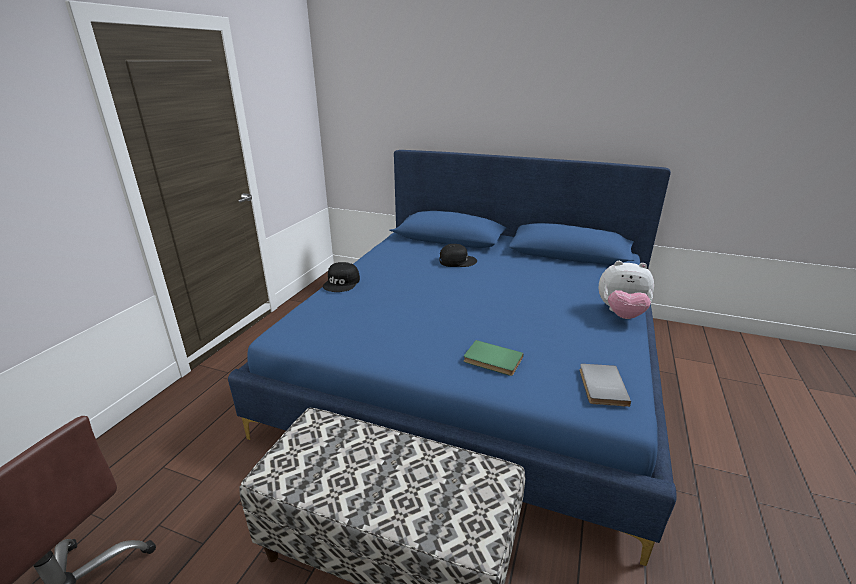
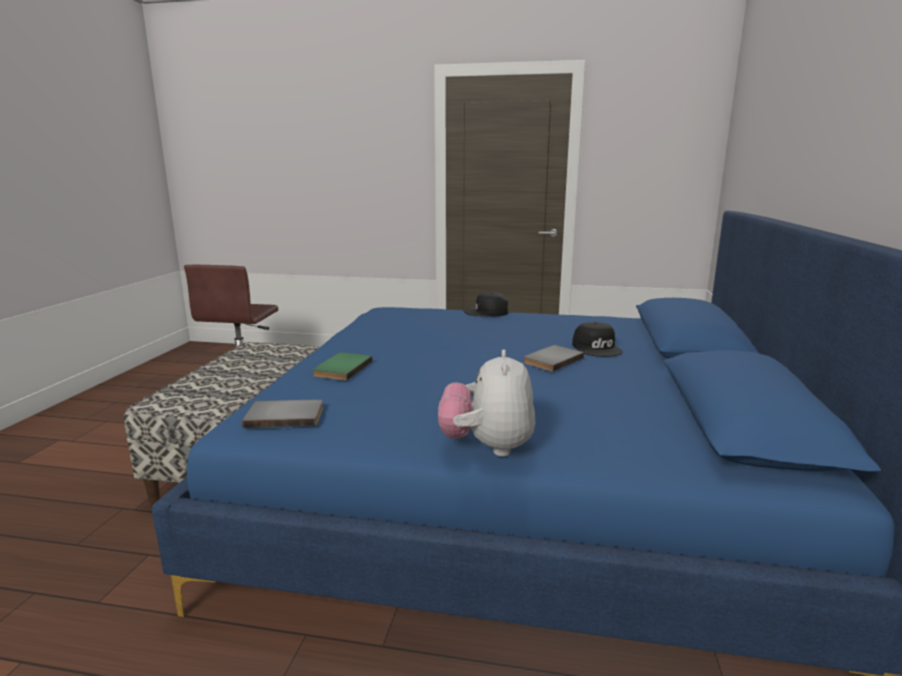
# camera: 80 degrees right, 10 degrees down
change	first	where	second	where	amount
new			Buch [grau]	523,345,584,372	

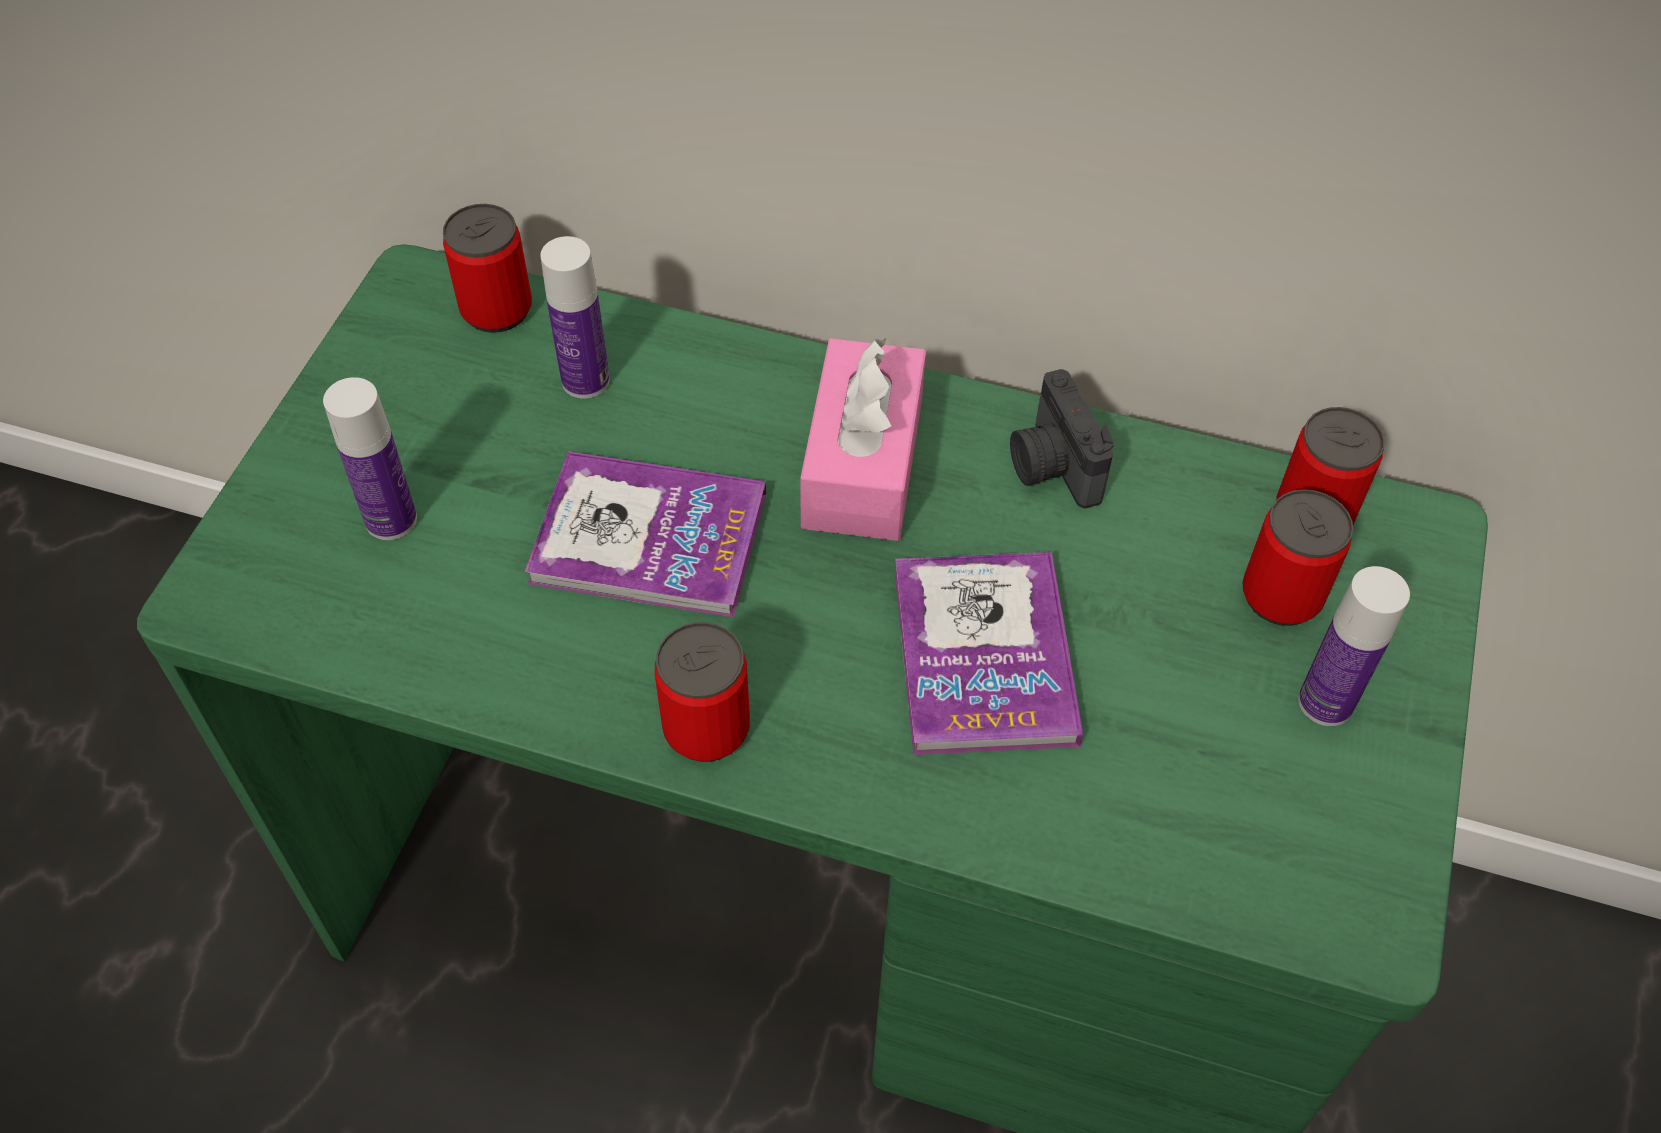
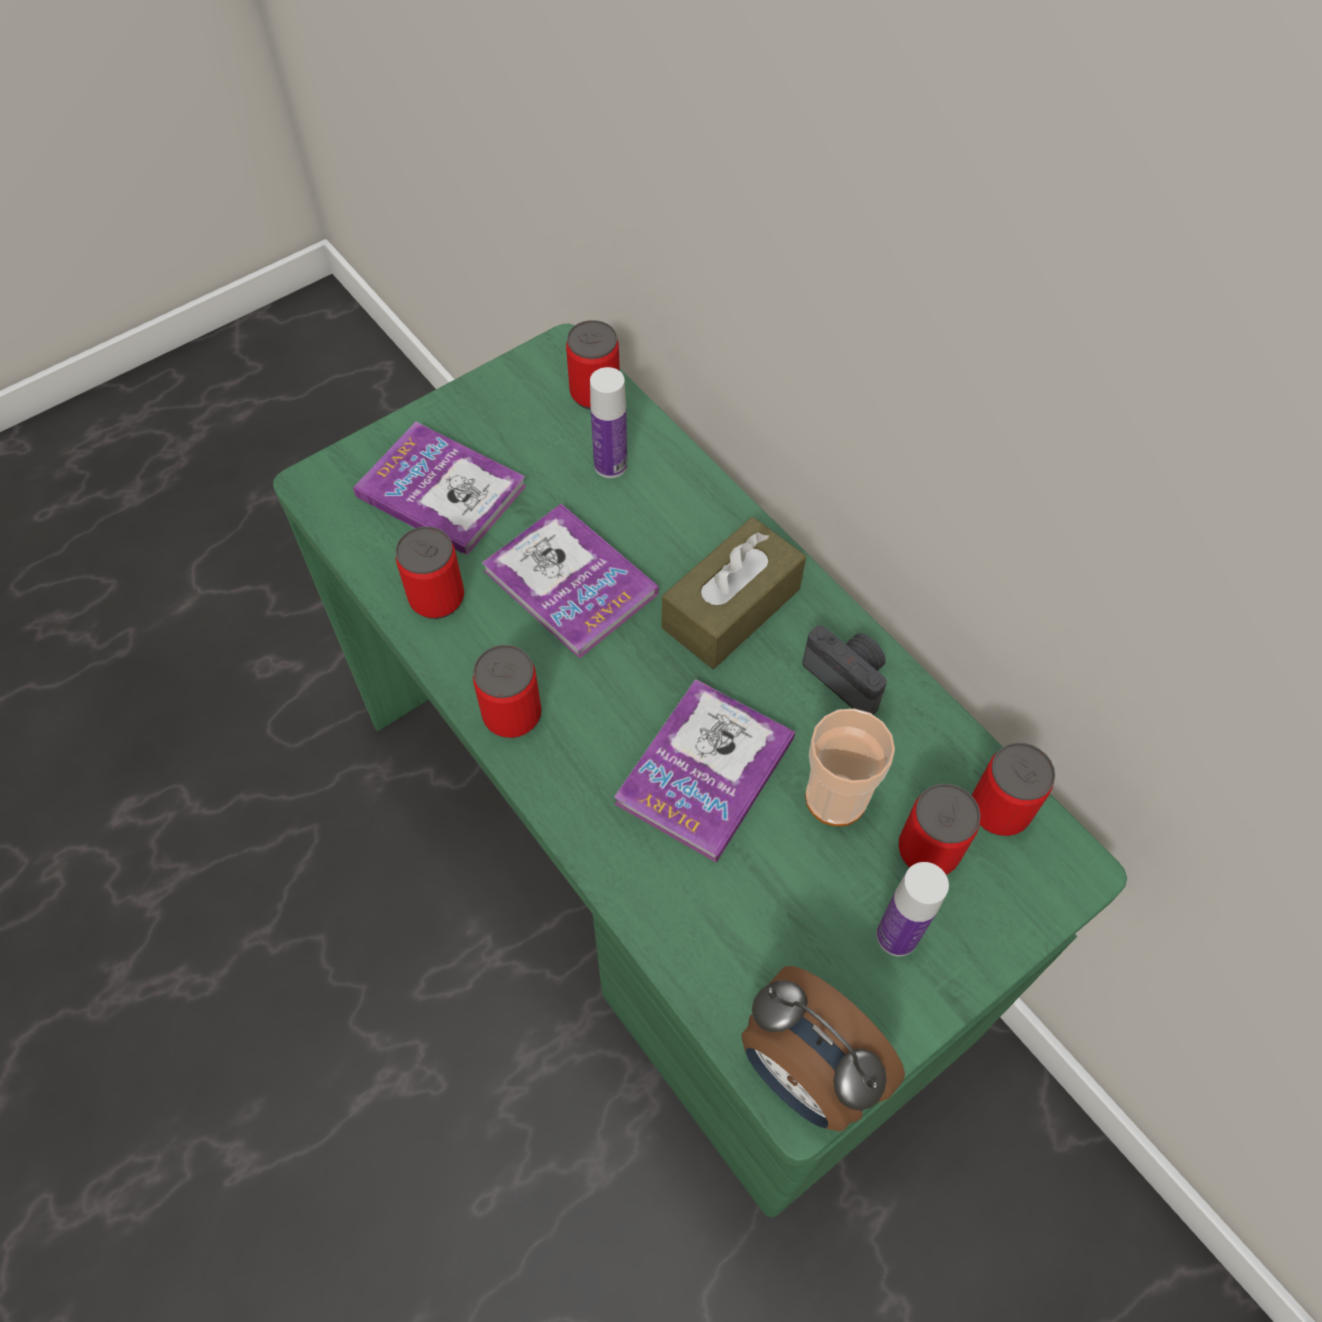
# camera: 35 degrees right, 5 degrees up
change	first	where	second	where	amount
swapped	Flasche	323,377,417,540	Buch	353,422,527,556	
repainted	Taschentuchbox [rosa]	800,338,926,541	Taschentuchbox [braun]	662,517,806,669	
rotated	Kamera	1010,369,1114,508		802,625,887,714	120 degrees clockwise
new			Dose	396,526,464,619	
new			Wecker	741,966,905,1132	
new			Tasse	805,709,895,826	

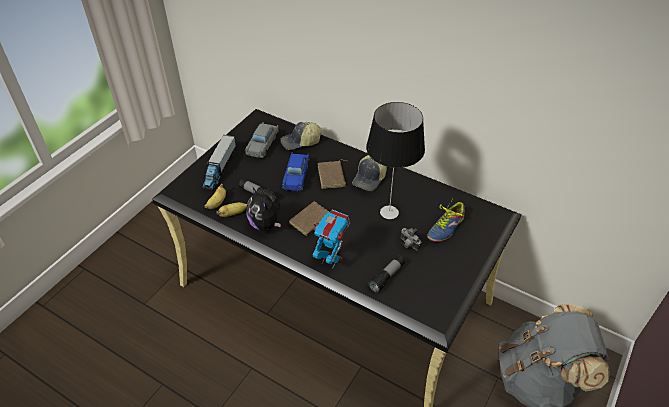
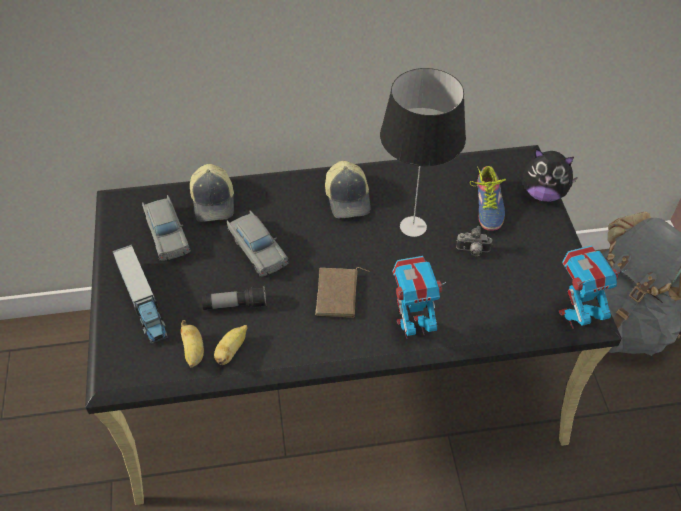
# camera: 40 degrees left, 5 degrees up
change	first	where	second	where	amount
shifted	Plüschtier	246,187,281,231		523,148,578,202	
rotated	Kappe	281,122,322,150		190,164,234,222	45 degrees counterclockwise
repainted	Spielzeugauto [blau]	282,152,309,191	Spielzeugauto [grau]	227,210,288,277	
gone	Buch [braun]	318,160,347,189			
gone	Taschenlampe	368,256,405,293			
new			Spielzeugroboter	559,245,628,329	

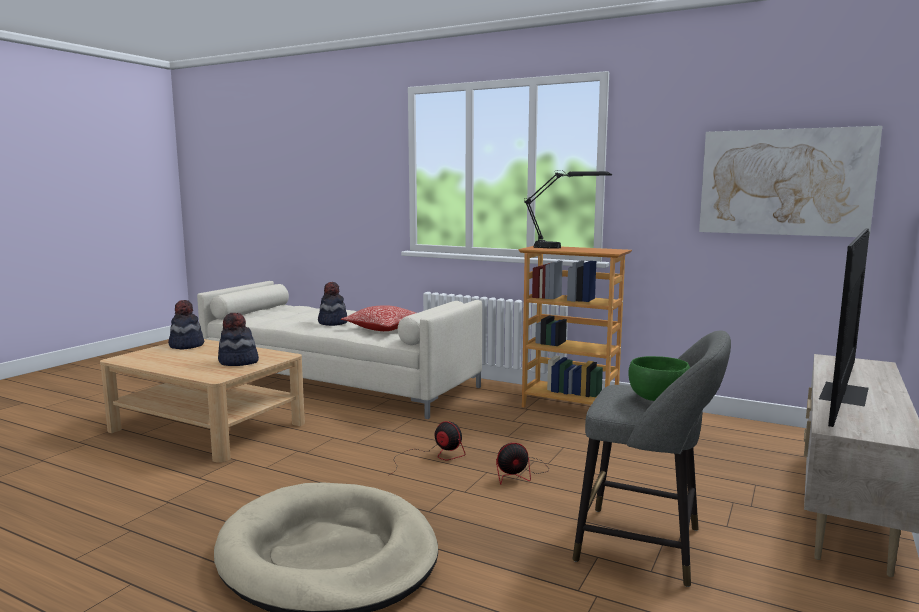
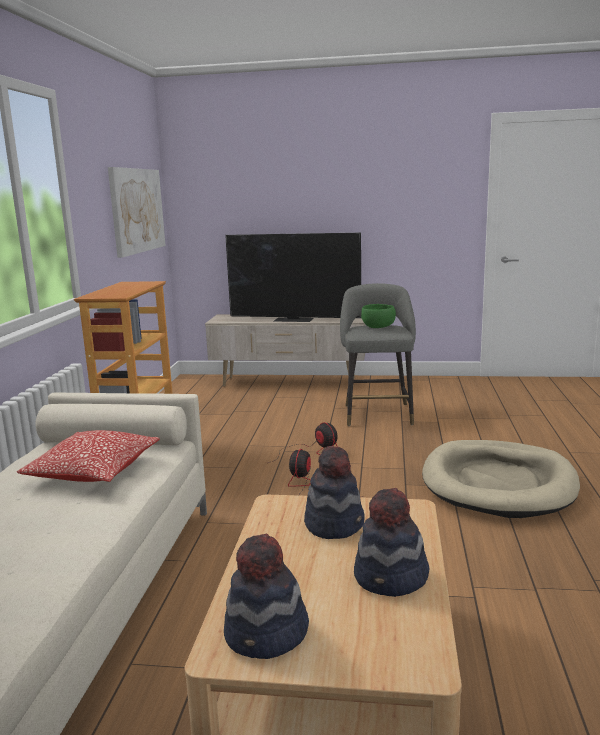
# camera: 110 degrees left, 5 degrees up
change	first	where	second	where	amount
shifted	Hut	318,282,348,326		354,488,430,597	
gone	Tischlampe [schwarz]	524,170,612,249			

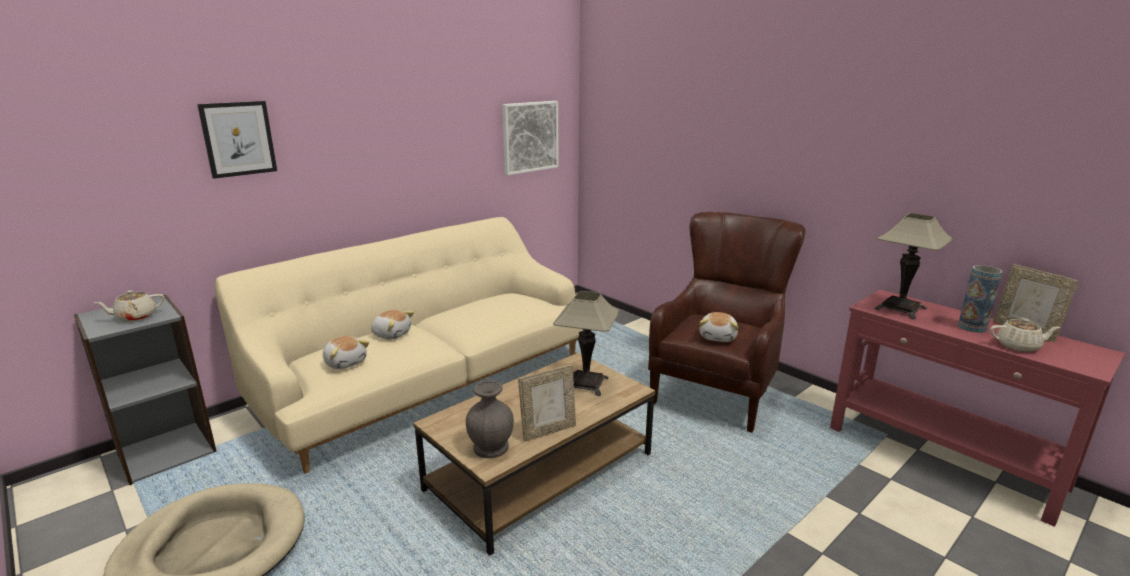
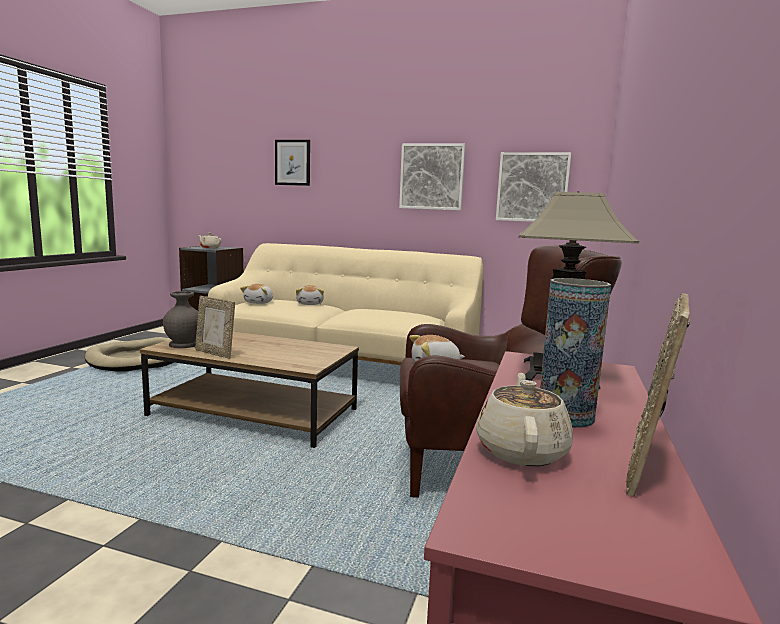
# camera: 60 degrees right, 10 degrees down
change	first	where	second	where	amount
gone	Tischlampe	553,291,620,396			
rotated	Teekanne [beige]	990,318,1060,352		476,373,573,466	150 degrees counterclockwise
new			Bild	399,143,466,210	

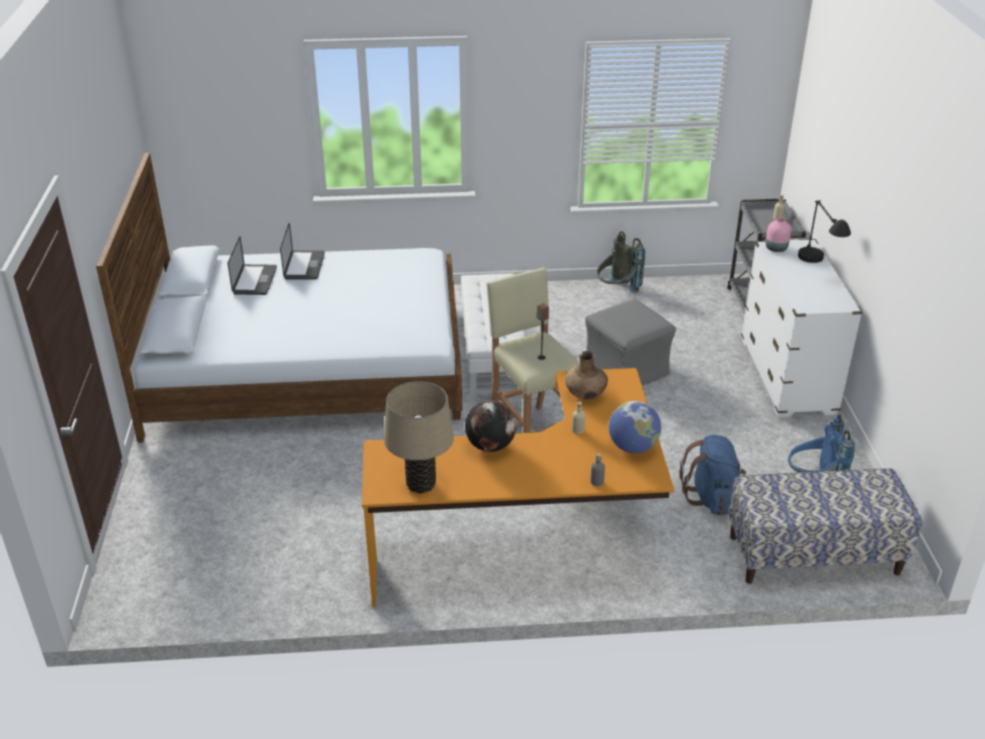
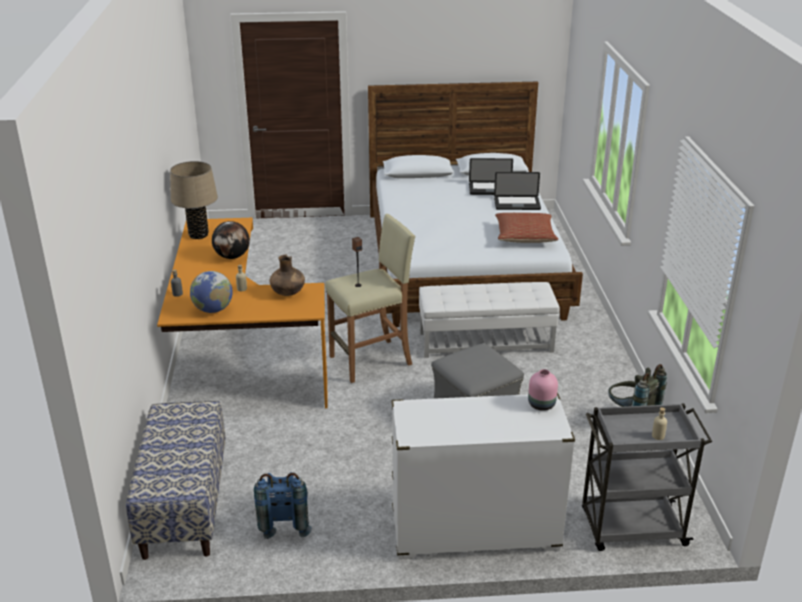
# camera: 90 degrees right, 5 degrees down
change	first	where	second	where	amount
gone	Rucksack [blau]	679,435,746,515			
gone	Tischlampe [schwarz]	798,200,851,263			
new			Kissen	495,213,558,243	

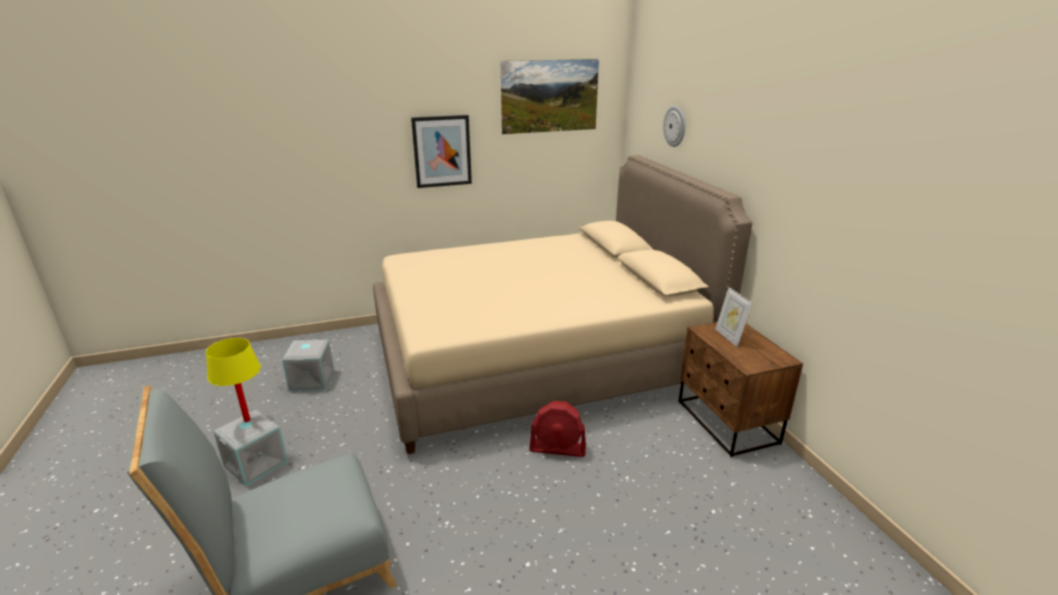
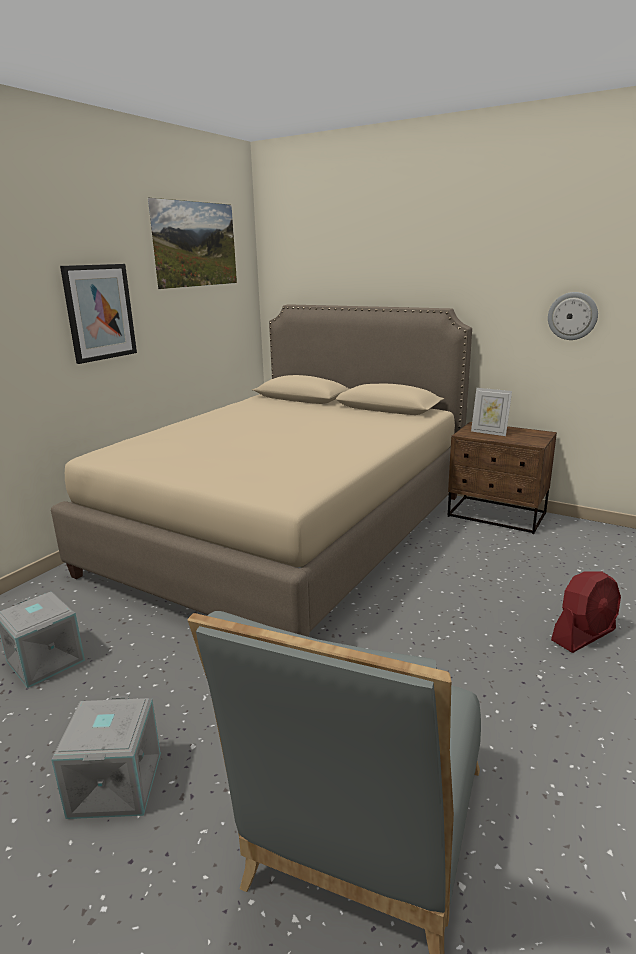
# camera: 40 degrees left, 5 degrees down
change	first	where	second	where	amount
gone	Tischlampe [gelb]	206,338,261,422			
shifted	Ventilator [rot]	529,401,586,457		551,572,621,653	
shifted	Wanduhr	663,106,685,147		548,292,598,340	

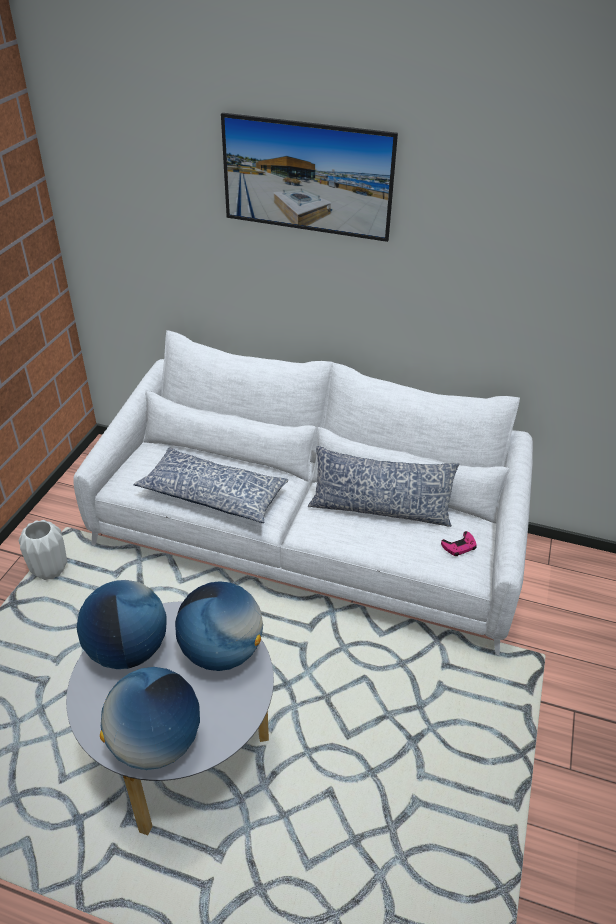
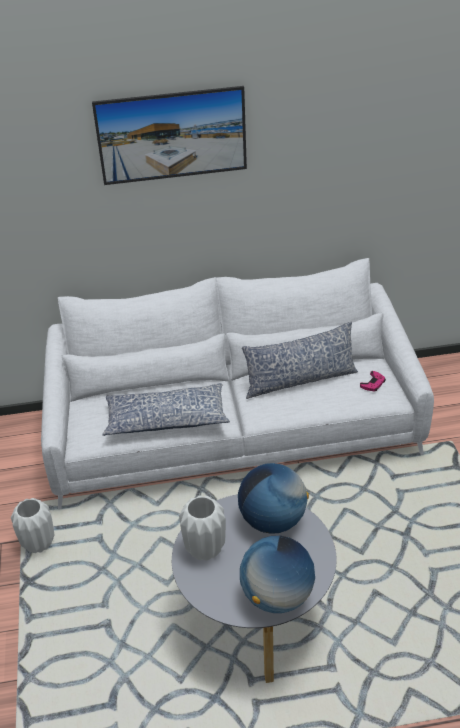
# camera: 25 degrees left, 0 degrees up
change	first	where	second	where	amount
swapped	Globus	77,580,167,669	Vase [weiß]	179,496,226,561	

